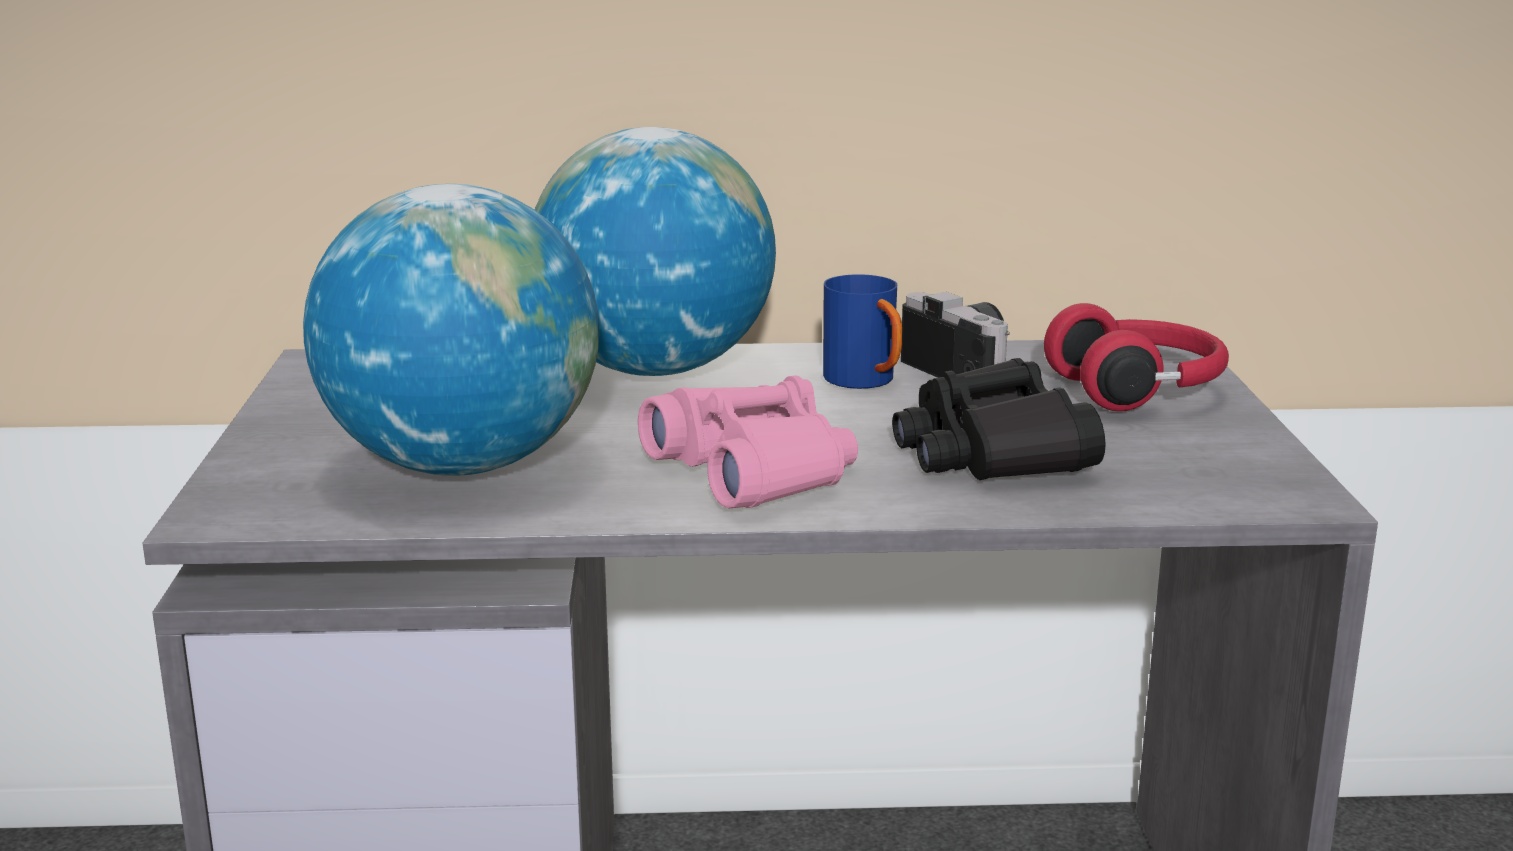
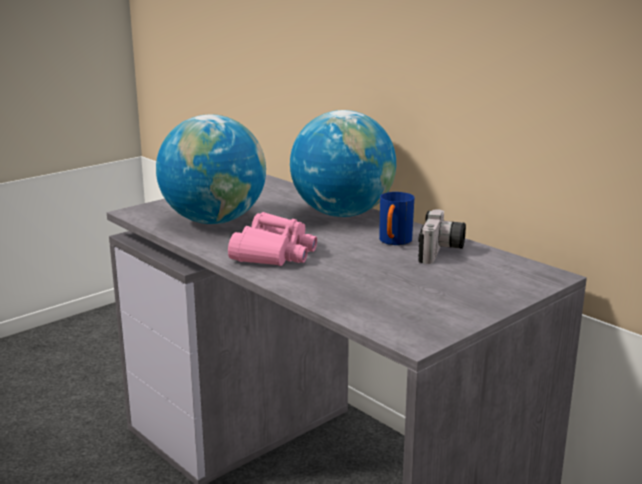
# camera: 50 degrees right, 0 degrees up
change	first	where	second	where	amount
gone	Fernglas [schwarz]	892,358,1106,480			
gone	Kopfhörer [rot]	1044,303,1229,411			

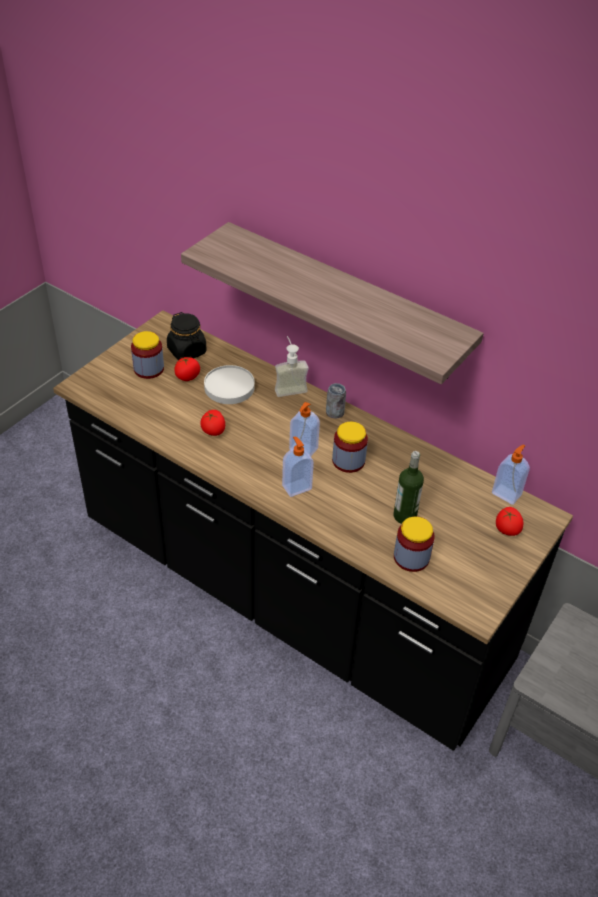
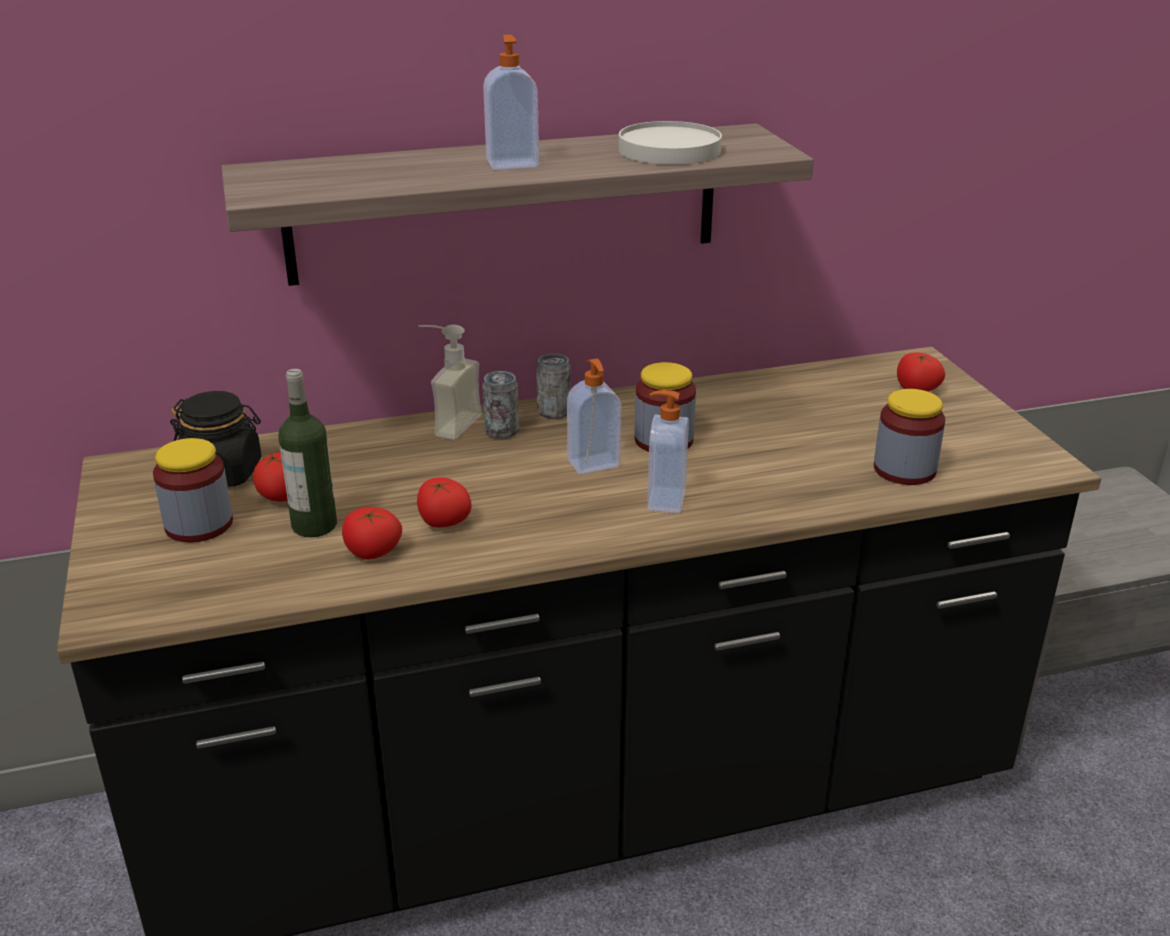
# camera: 50 degrees left, 15 degrees down
change	first	where	second	where	amount
shifted	Teller [weiß]	204,365,255,404		619,121,722,165	
shifted	Flasche	393,451,424,524		278,369,337,537	
shifted	Seifenspender	492,445,530,505		483,35,539,170	
new			Tomate	342,507,402,559	
new			Dose	483,371,519,439	

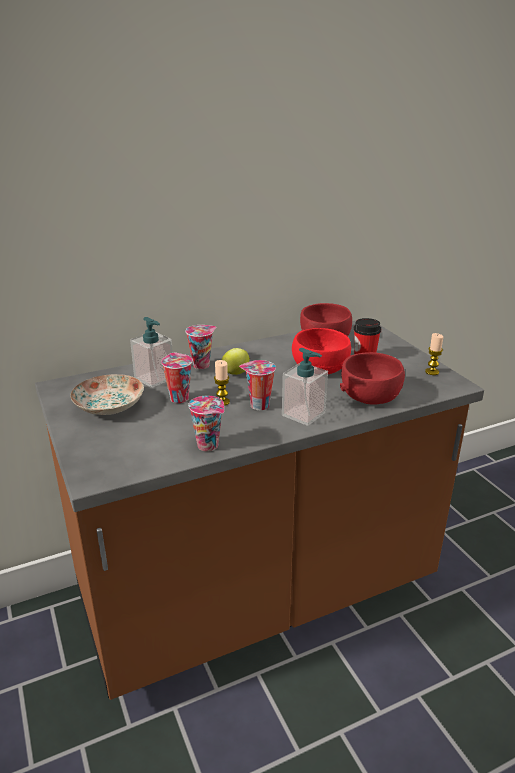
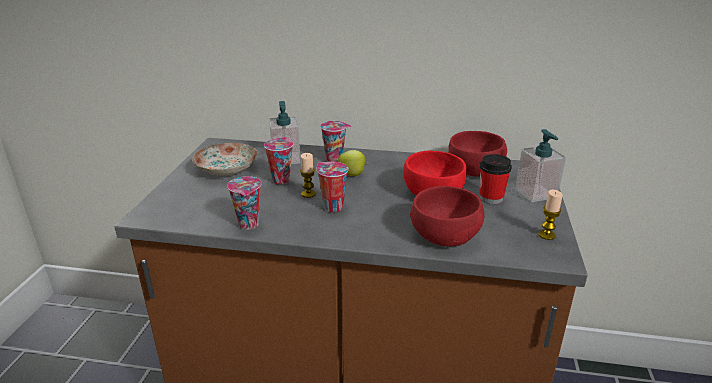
# camera: 35 degrees right, 0 degrees up
change	first	where	second	where	amount
shifted	Seifenspender	282,348,328,426		515,129,566,202	

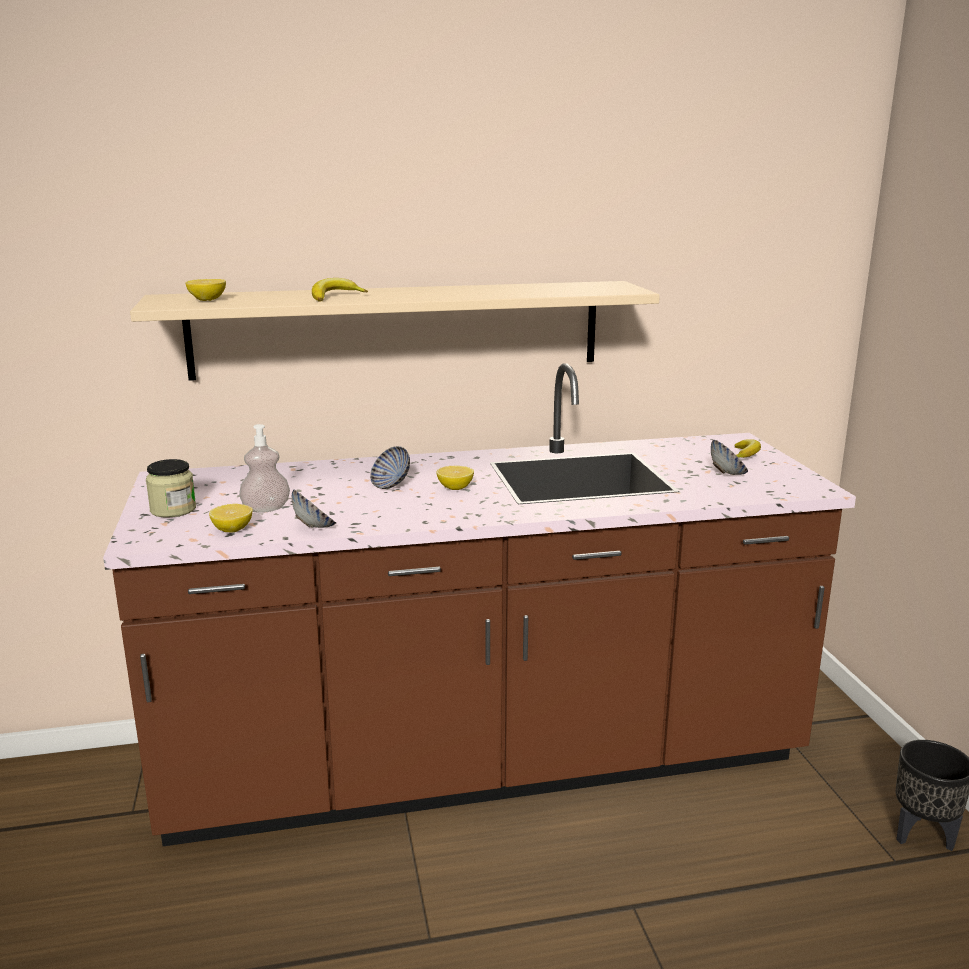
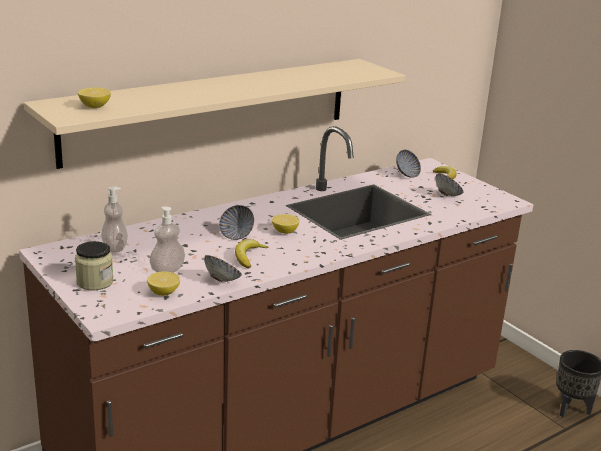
# camera: 25 degrees left, 5 degrees up
change	first	where	second	where	amount
shifted	Banane	312,278,368,302		235,239,269,269	
new			Seifenspender	101,186,128,252	
new			Schüssel	396,150,421,178	

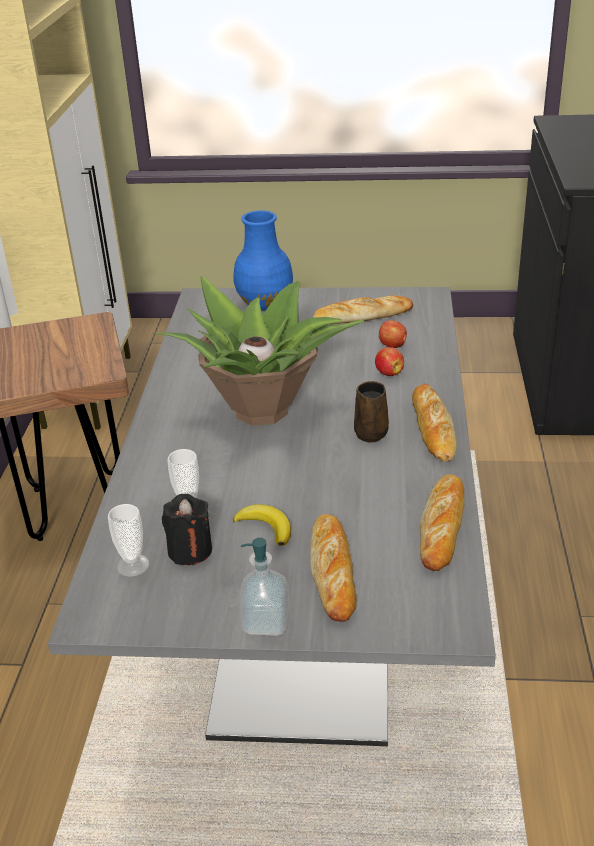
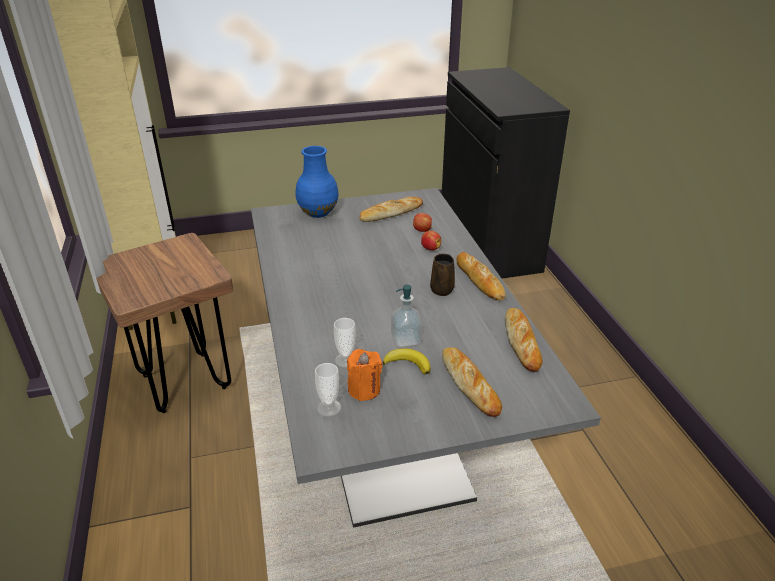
# camera: 20 degrees left, 0 degrees up
change	first	where	second	where	amount
gone	Topfpflanze	152,276,364,426			
repainted	Kerze [schwarz]	162,494,212,565	Kerze [orange]	347,349,382,401	
shifted	Seifenspender	239,538,290,636		391,285,422,347	

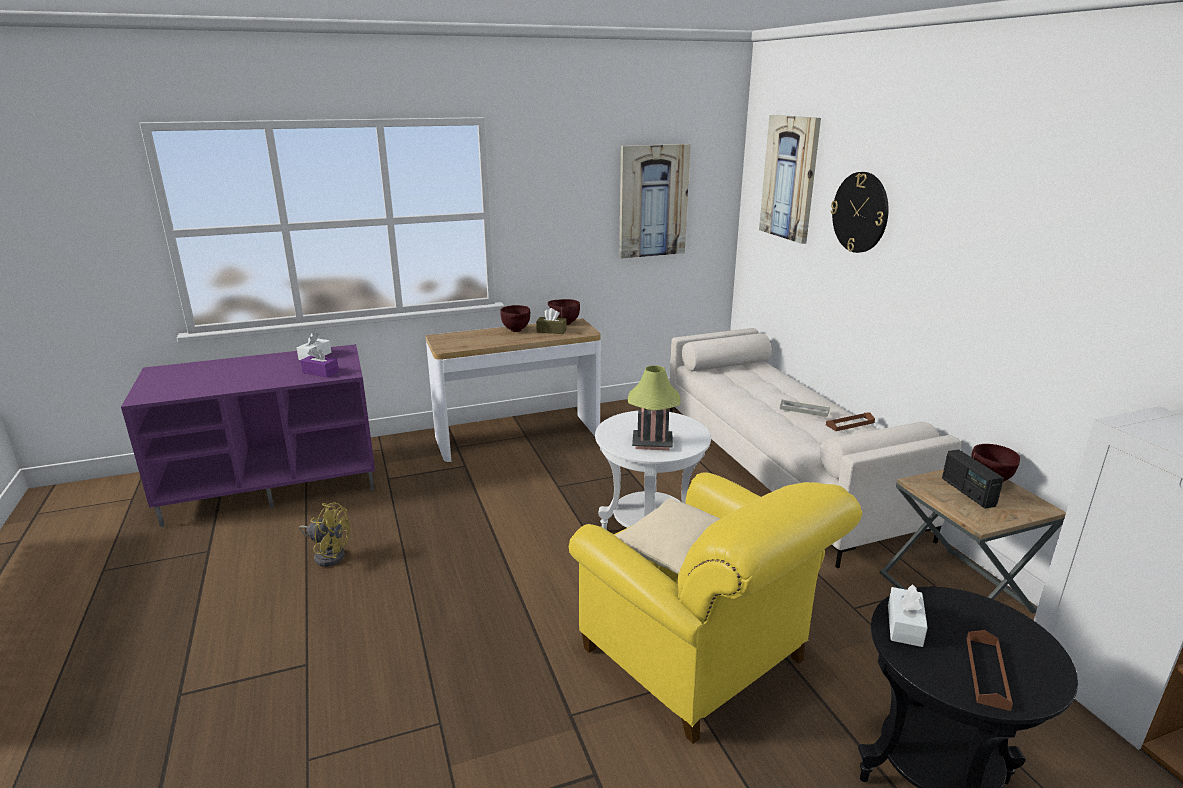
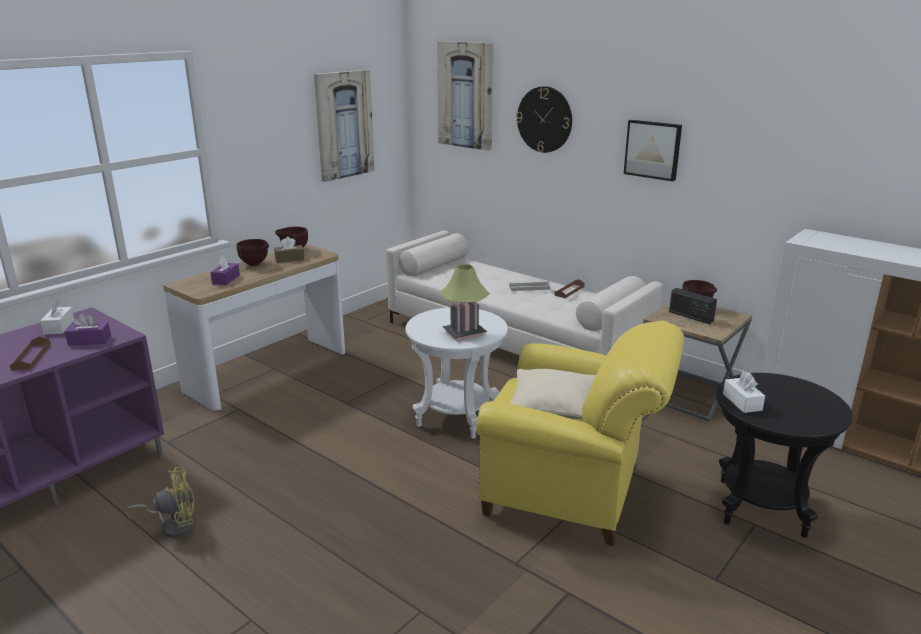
# camera: 30 degrees left, 0 degrees up
change	first	where	second	where	amount
shifted	Tablett [braun]	967,630,1013,711		10,336,51,371	
new			Taschentuchbox [lila]	210,256,240,285	
new			Bild	624,120,682,181	

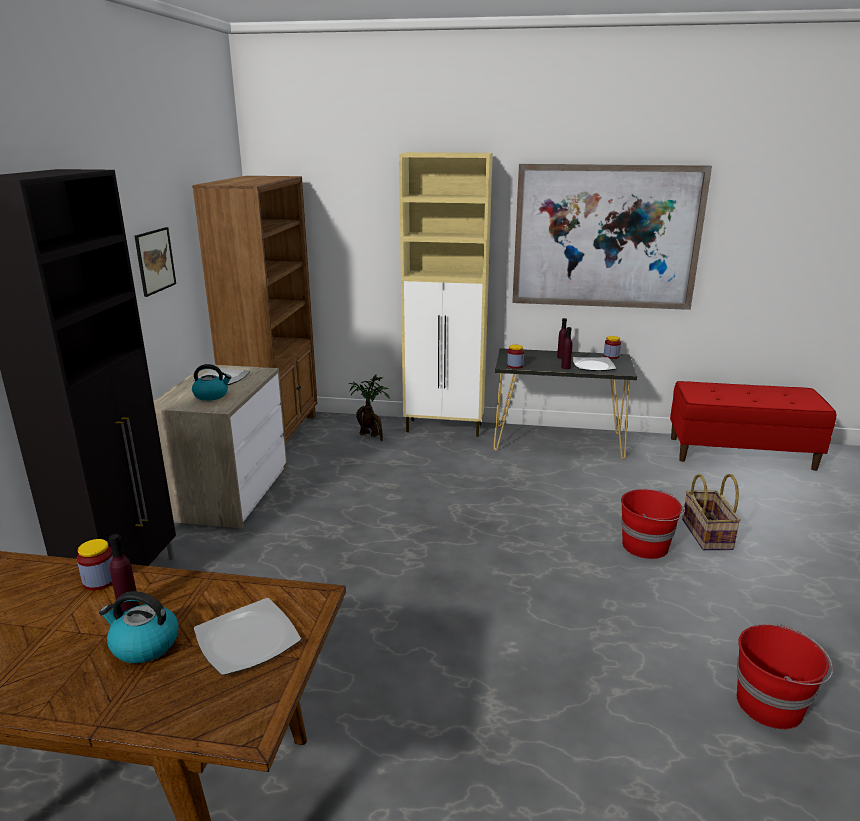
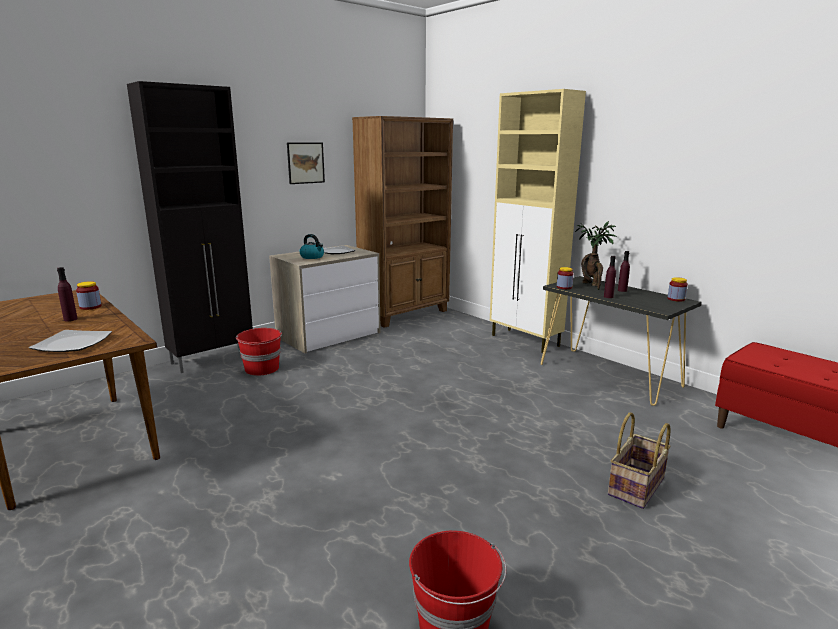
# camera: 40 degrees right, 5 degrees down
change	first	where	second	where	amount
gone	Wasserkessel	99,591,179,663			
shifted	Topfpflanze	349,375,390,441		575,221,617,290	
gone	Bild	512,164,712,310			
gone	Teller	573,357,616,371			
shifted	Eimer [rot]	621,489,685,559		236,328,282,376	

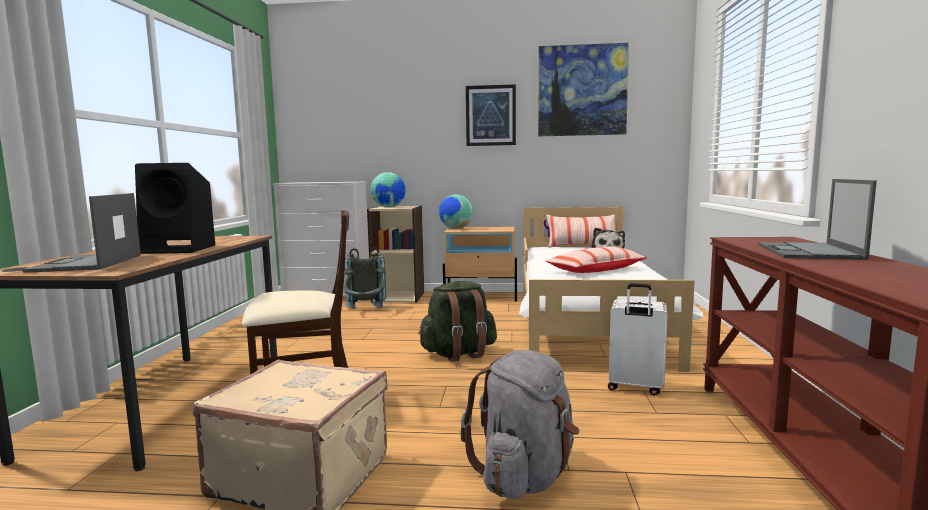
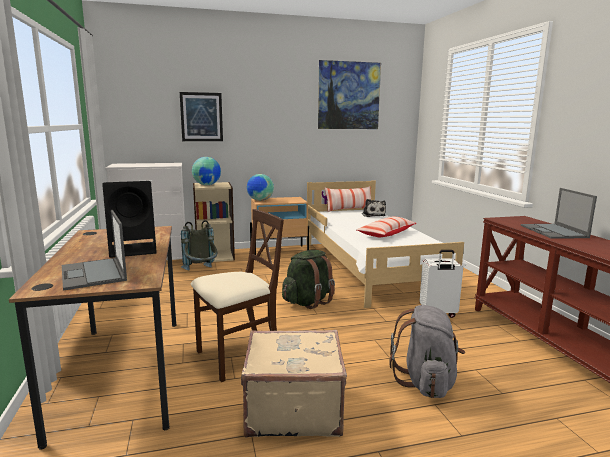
# camera: 20 degrees left, 5 degrees up
change	first	where	second	where	amount
shifted	Bild	466,84,516,146		180,92,223,141	

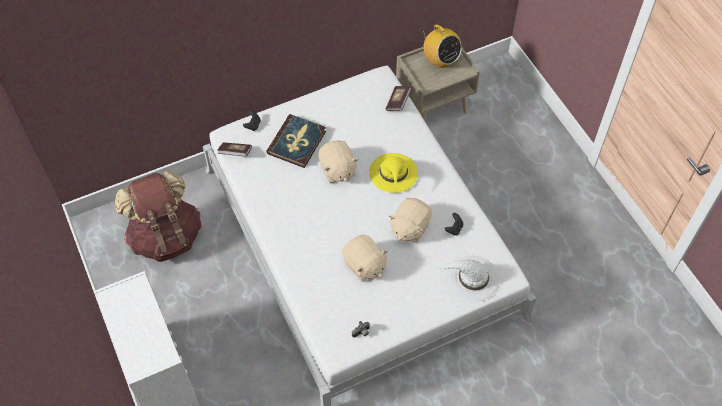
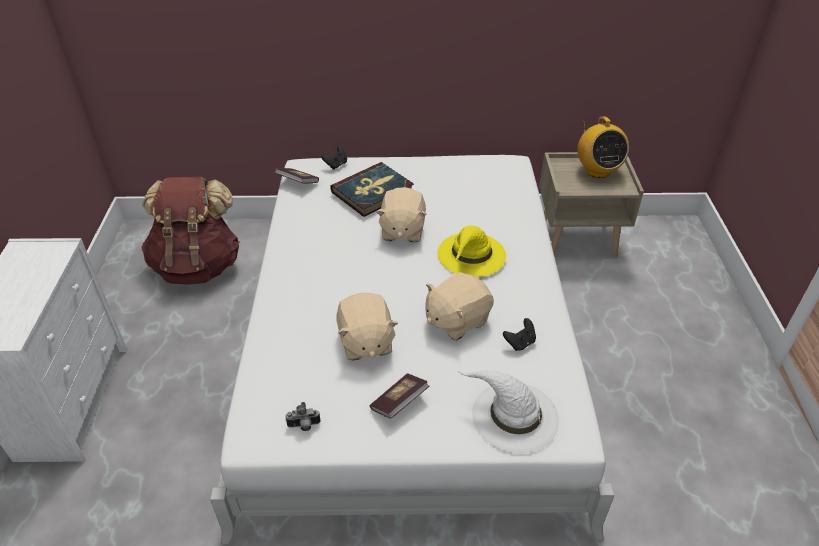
# camera: 25 degrees right, 15 degrees down
change	first	where	second	where	amount
shifted	Buch	386,86,412,111		370,373,429,419	

